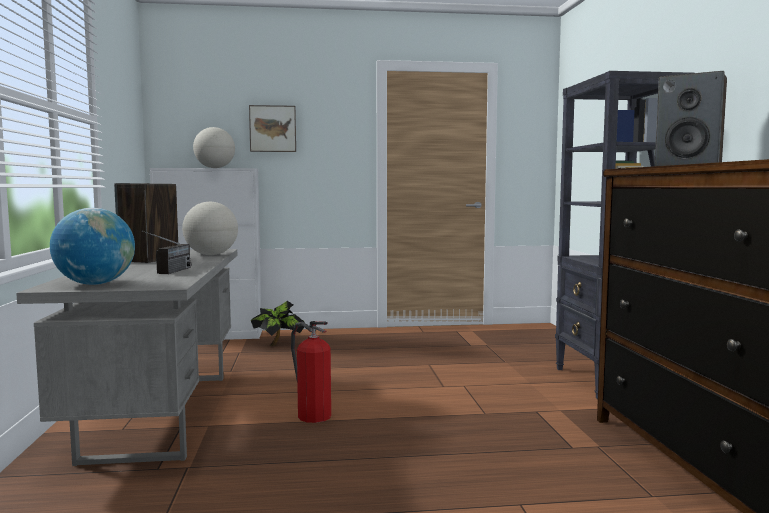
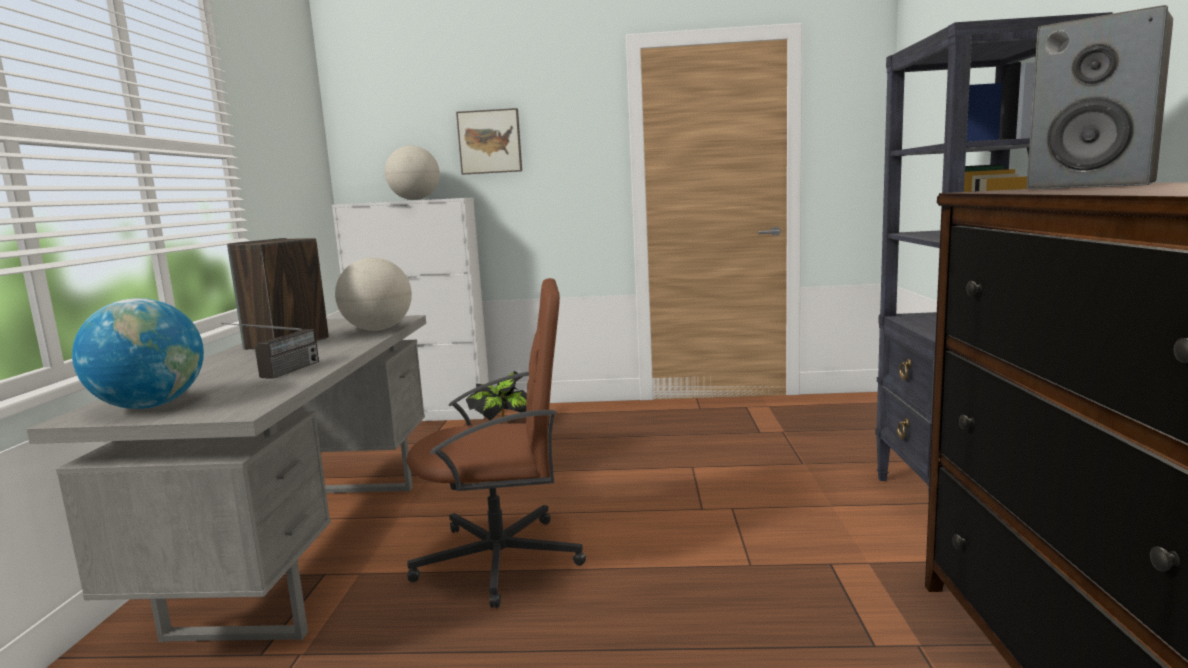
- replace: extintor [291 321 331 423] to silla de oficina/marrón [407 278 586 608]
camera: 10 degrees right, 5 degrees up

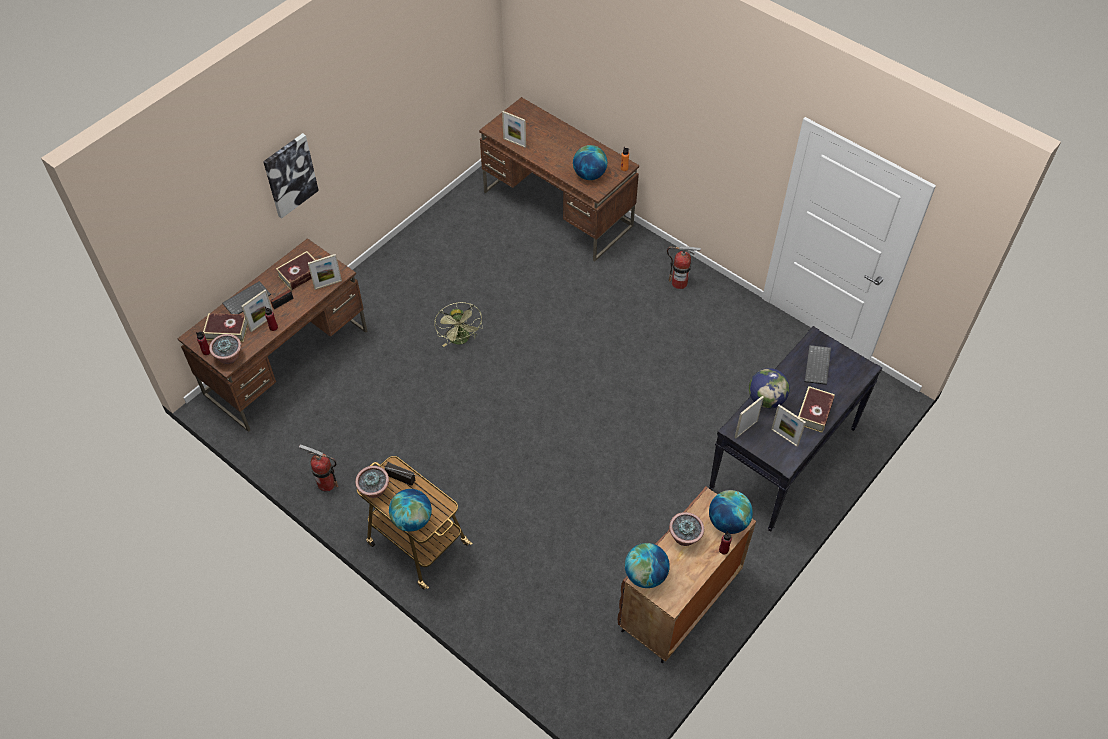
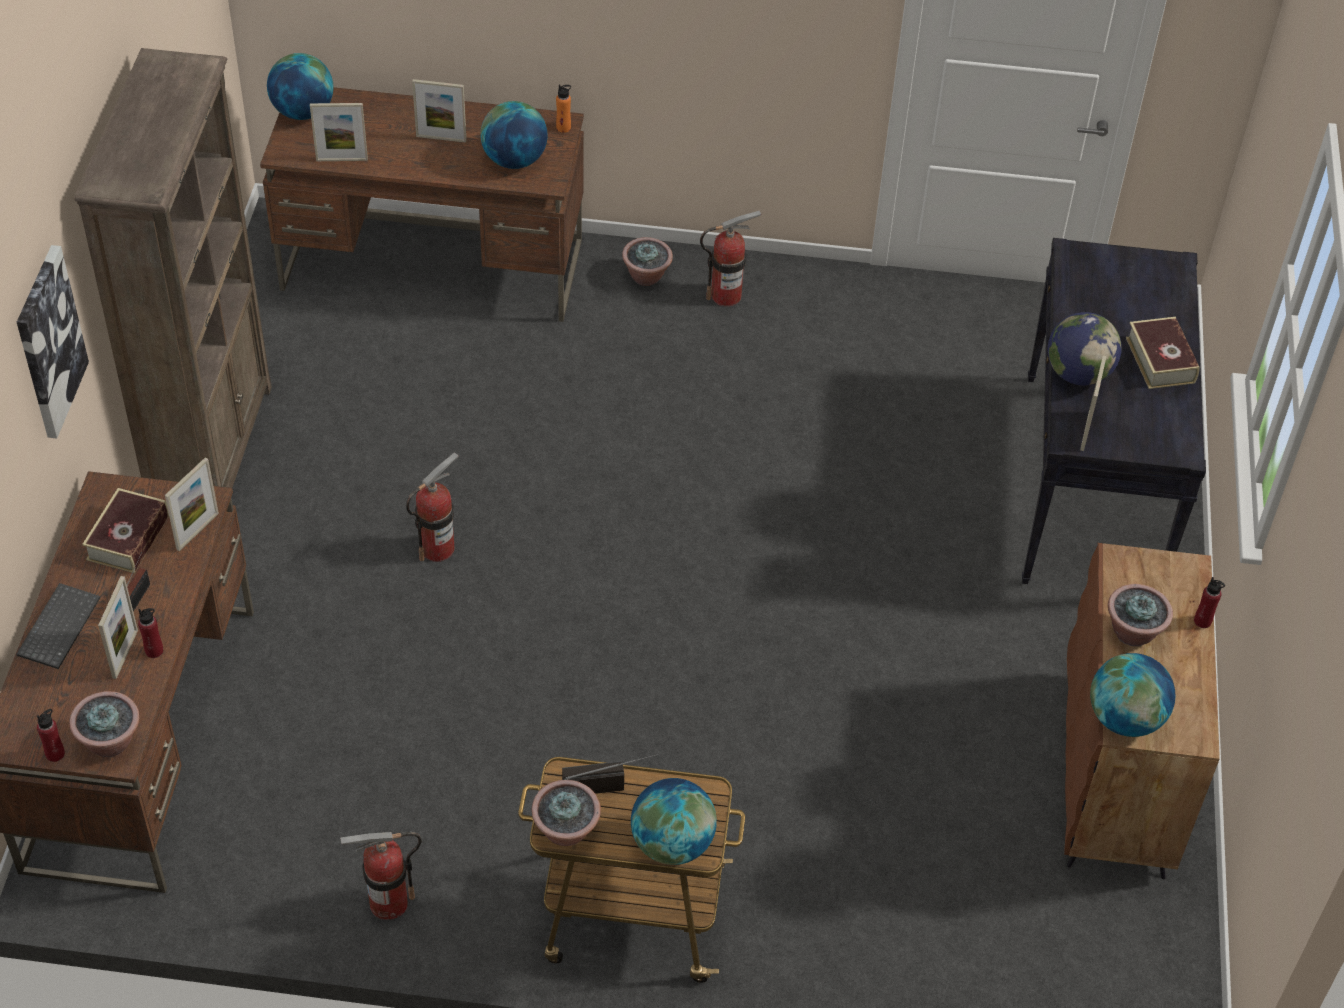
- replace: ventilador/verde [434 302 483 347] to extintor [406 452 459 562]
- delete: libro [203 313 248 342]
- delete: teclado [805 345 831 385]
- move: portarretratos [771 405 806 447] to [412 79 466 143]
- move: globo terráqueo [709 490 753 534] to [267 53 333 120]
- insert: estantería/marrón [74 48 272 488]
- insert: planta en maceta [622 237 673 286]
camera: 35 degrees left, 5 degrees down

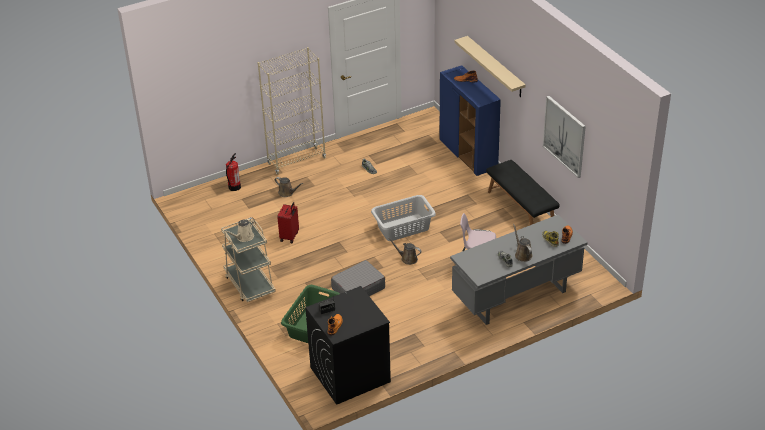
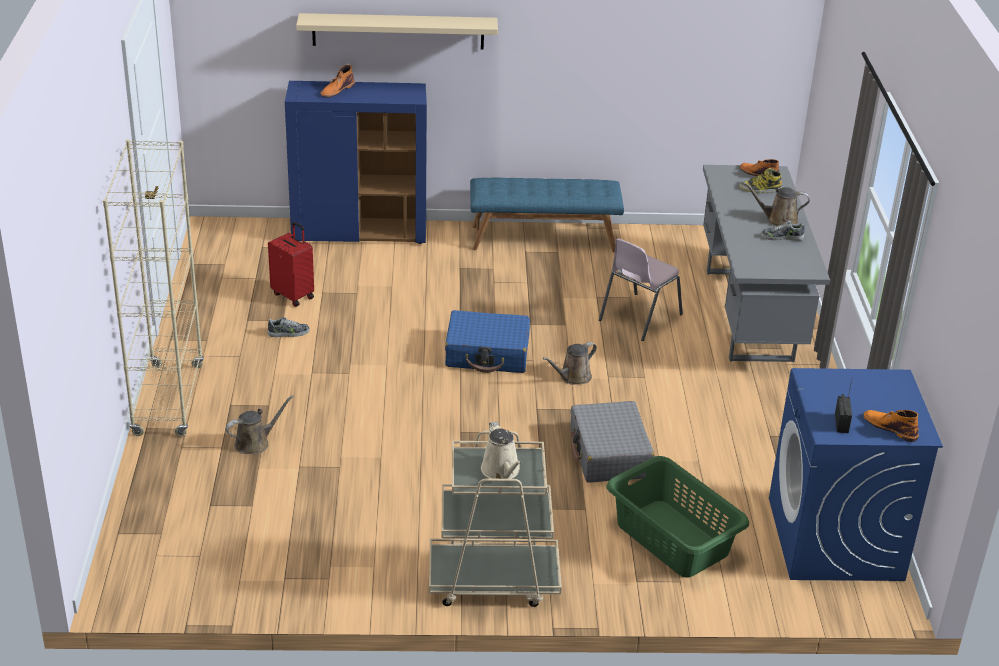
- delete: cuadro [543 96 586 178]
- delete: extintor [226 153 241 191]
- recolor: banco/negro [486 160 560 225] to banco/azul [470 178 624 253]
- replace: cesto de la ropa/gris [371 195 436 241] to maleta/azul [445 310 530 373]
- move: maleta/rojo [277 202 299 243] to [268 222 314 307]
- recolor: lavadora/negro [305 286 391 405] to lavadora/azul [769 368 943 581]
camera: 65 degrees left, 5 degrees down

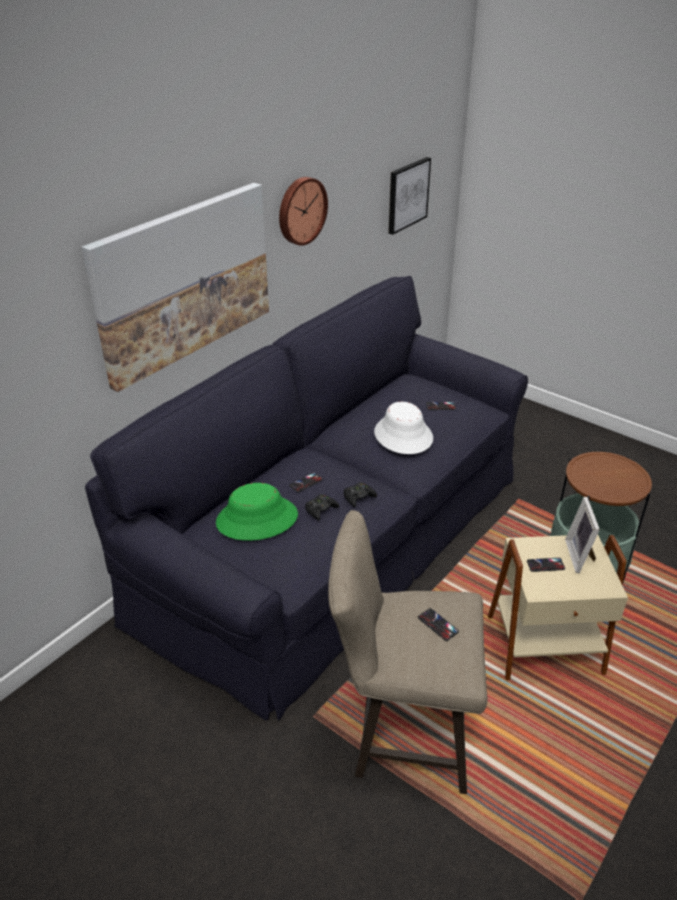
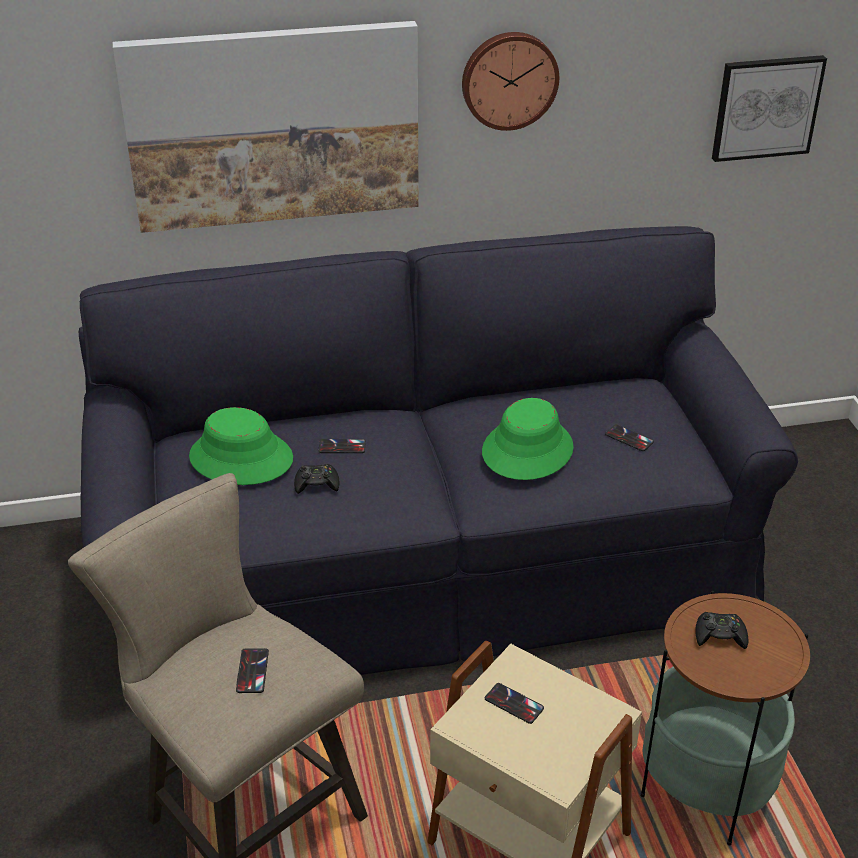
- recolor: sombrero/blanco [374 402 433 454] to sombrero/verde [482 398 574 480]
- move: mando de consola/negro [344 482 377 507] to [695 612 749 649]
- delete: portarretratos [565 497 600 573]
camera: 40 degrees right, 0 degrees up

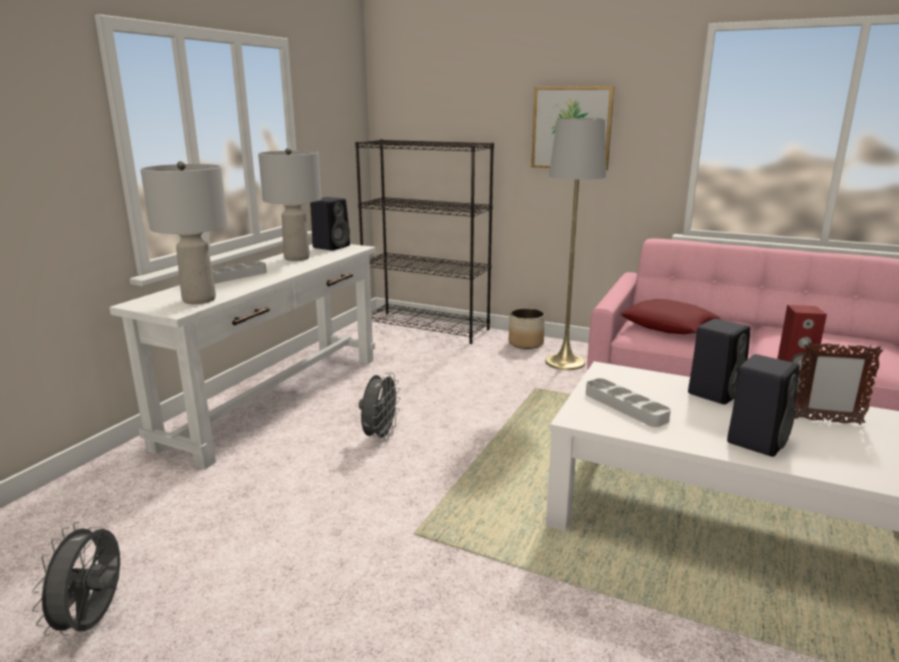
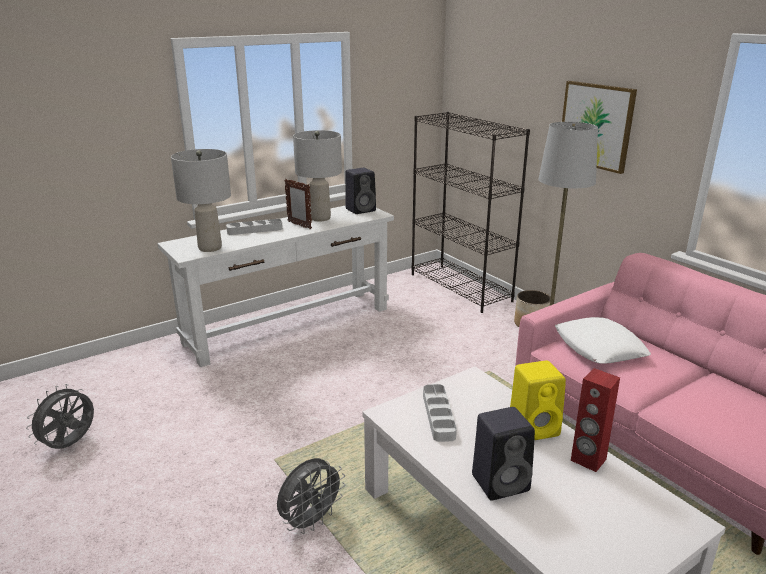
- recolor: cojín/rojo [620 299 721 334] to cojín/blanco [555 317 651 364]
- recolor: altavoz/negro [688 319 750 405] to altavoz/amarillo [510 360 566 440]
- move: portarretratos [795 342 883 425] to [284 179 312 229]
- move: ventilador/gris [359 372 401 442] to [277 458 345 534]
camera: 30 degrees right, 5 degrees up

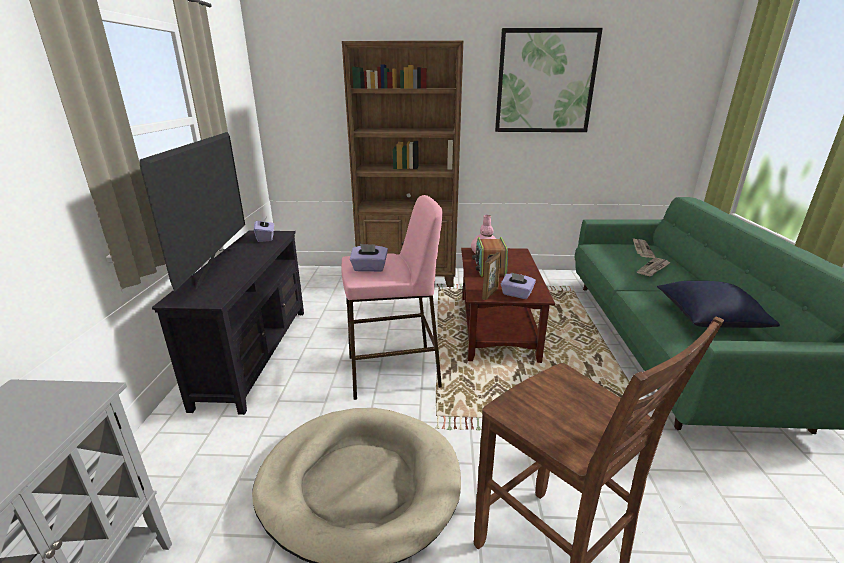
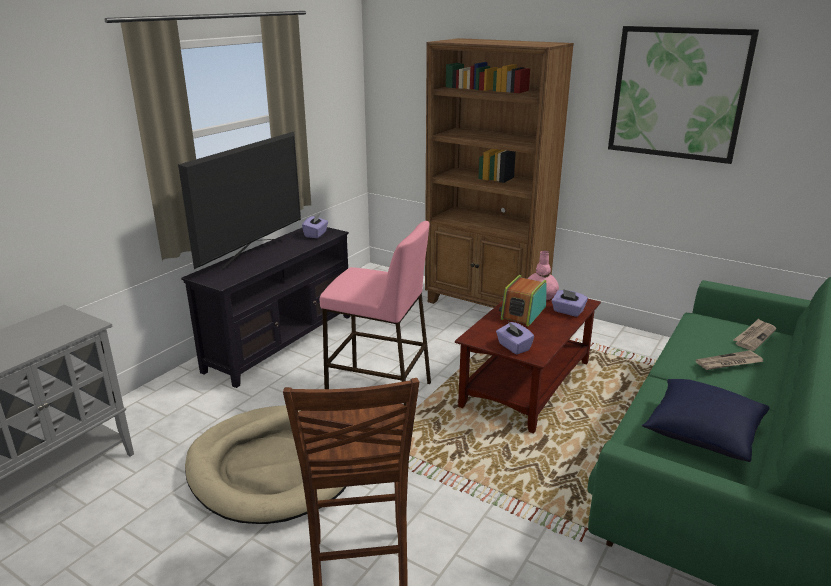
- move: caja de pañuelos/morado [350 244 388 272] to [551 289 588 317]
- delete: portarretratos [482 252 501 300]
camera: 30 degrees right, 0 degrees up

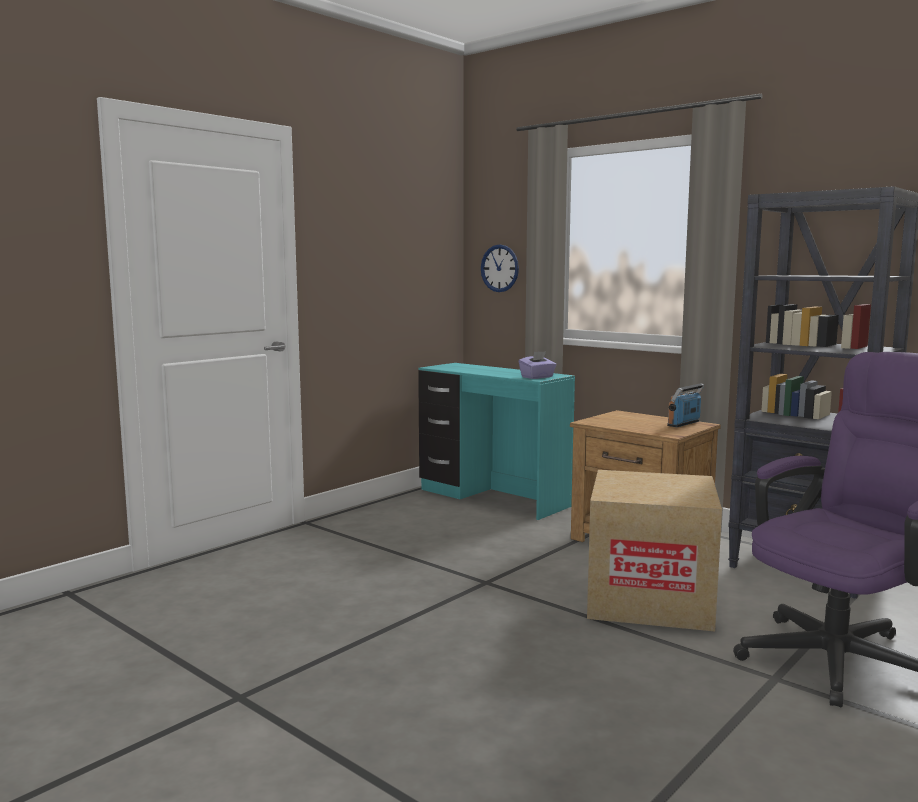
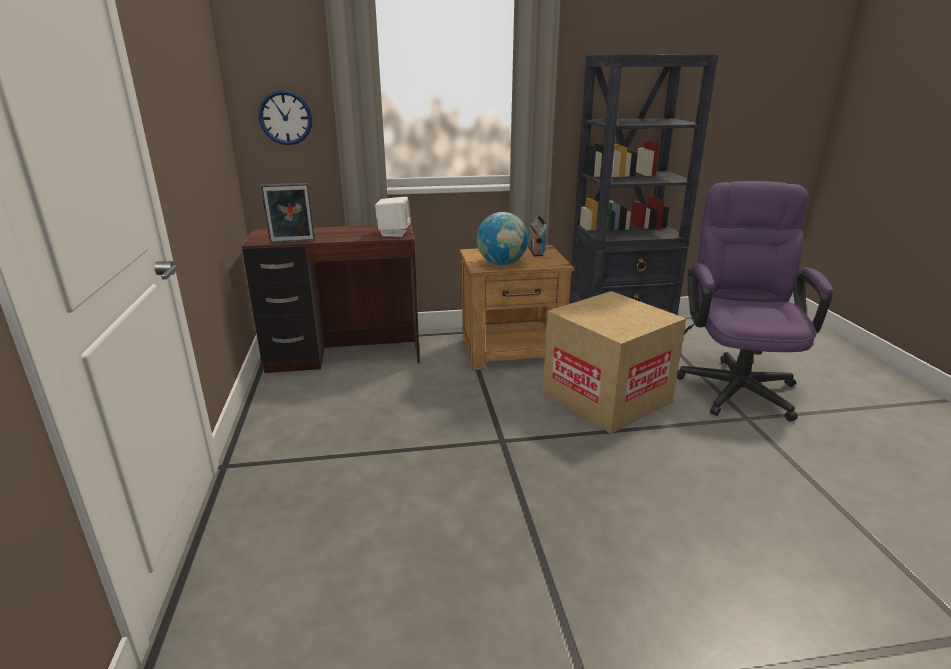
- replace: caja de pañuelos/morado [519 351 557 379] to altavoz/blanco [375 197 411 237]
- recolor: escritorio/turquesa [418 363 575 520] to escritorio/marrón [242 224 420 373]
- insert: portarretratos [260 183 315 244]
- insert: globo terráqueo [476 212 529 265]
camera: 50 degrees left, 15 degrees up

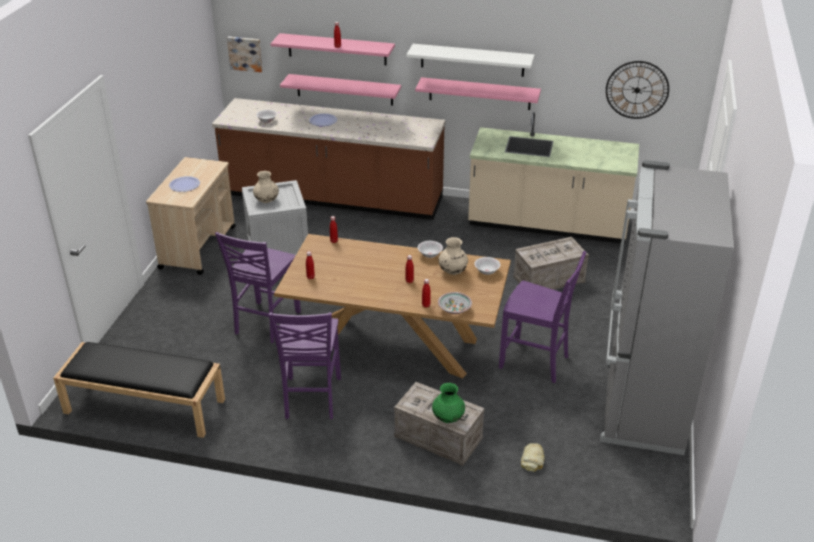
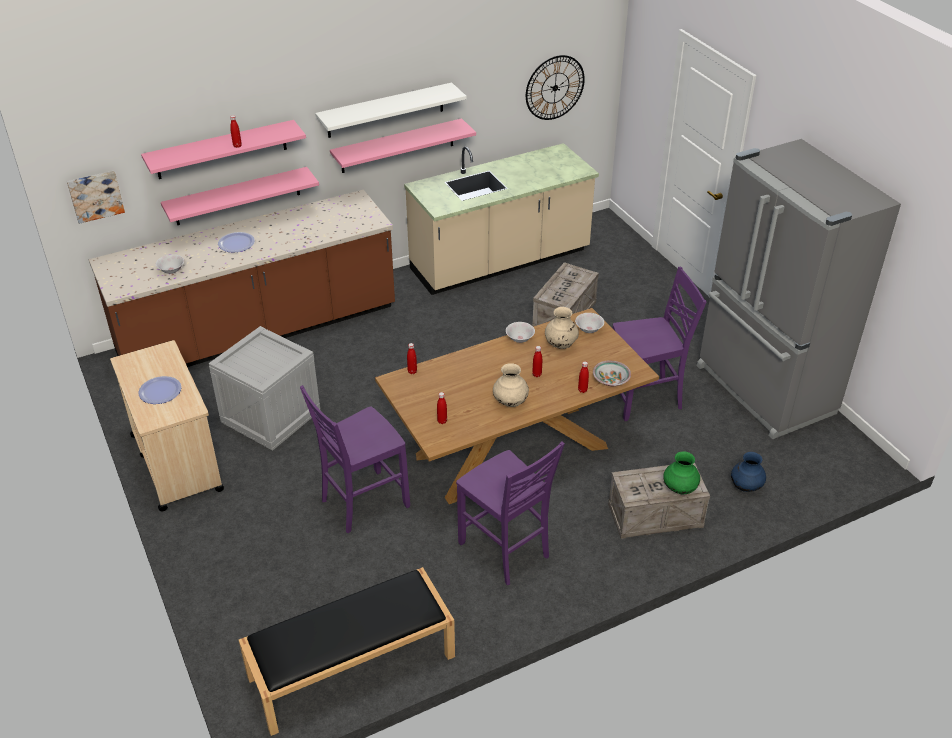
- move: florero/beis [253 171 279 203] to [493 363 529 407]
- rotate: silla/morado [215 232 301 343] = [300 385 410 533] 75 degrees clockwise
- replace: pan [521 443 545 472] to florero/azul [731 452 766 492]
camera: 40 degrees left, 5 degrees up

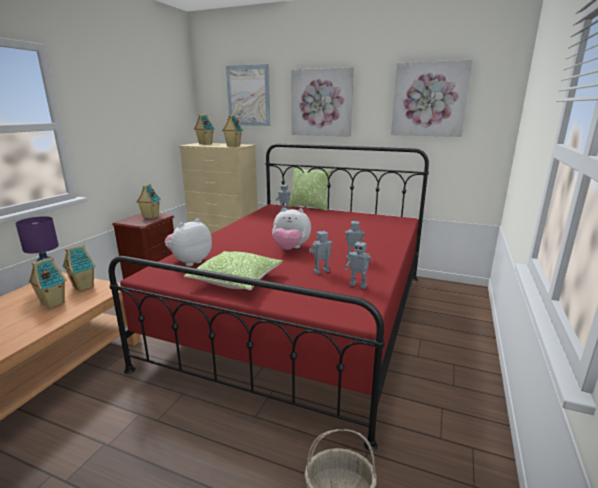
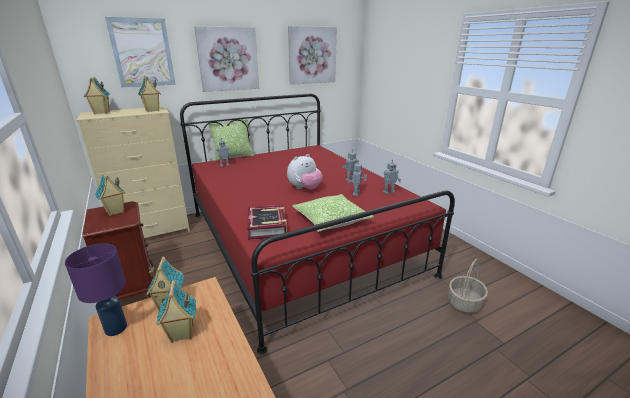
- replace: peluche [165 218 212 266] to libro [247 205 287 240]
camera: 50 degrees left, 5 degrees up

